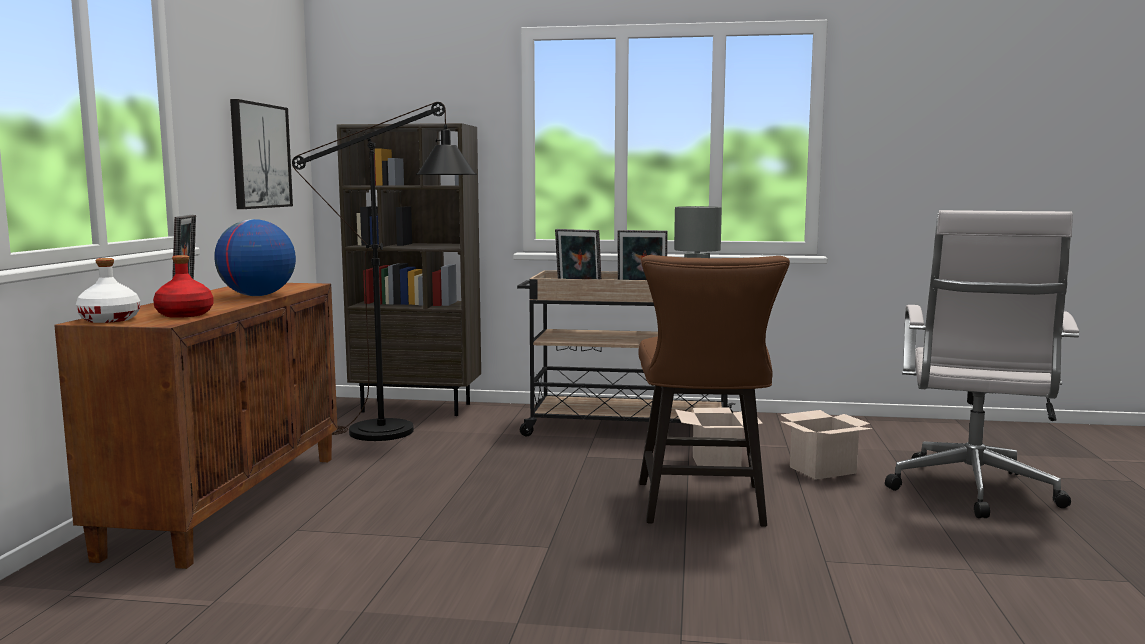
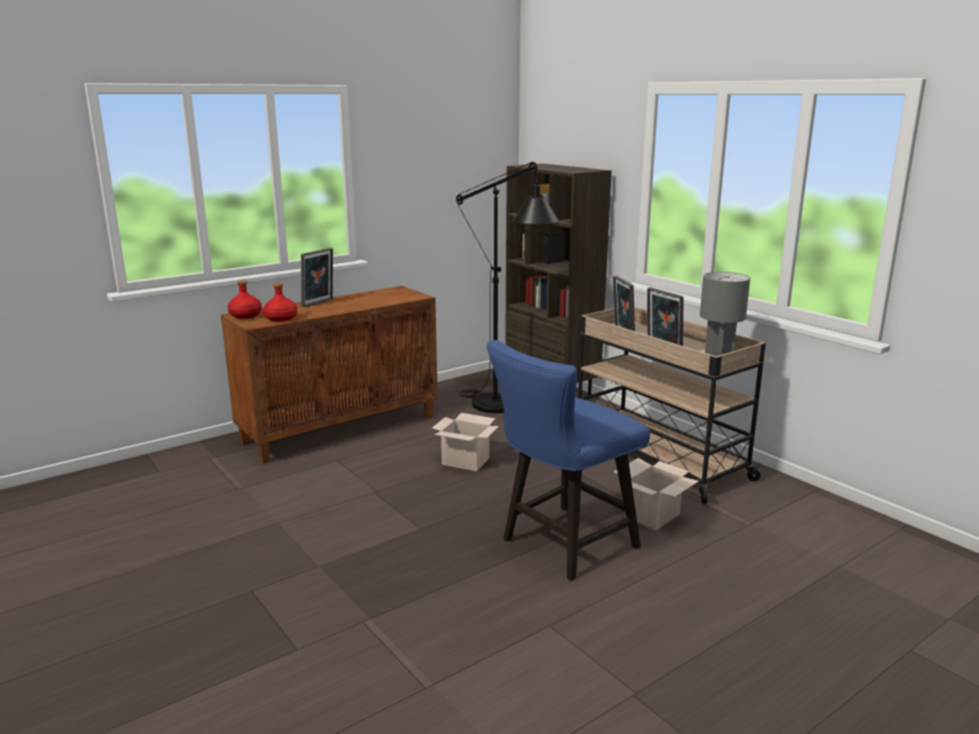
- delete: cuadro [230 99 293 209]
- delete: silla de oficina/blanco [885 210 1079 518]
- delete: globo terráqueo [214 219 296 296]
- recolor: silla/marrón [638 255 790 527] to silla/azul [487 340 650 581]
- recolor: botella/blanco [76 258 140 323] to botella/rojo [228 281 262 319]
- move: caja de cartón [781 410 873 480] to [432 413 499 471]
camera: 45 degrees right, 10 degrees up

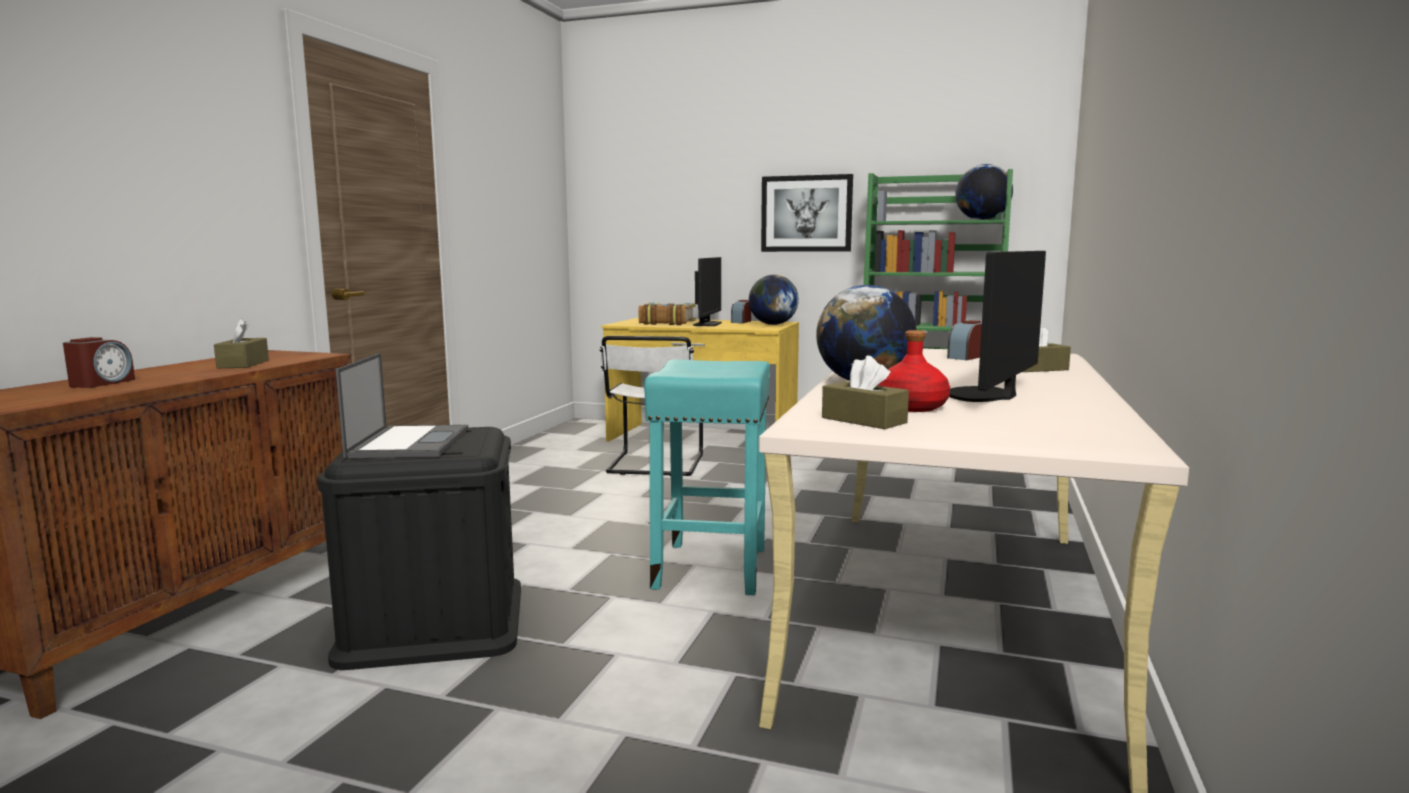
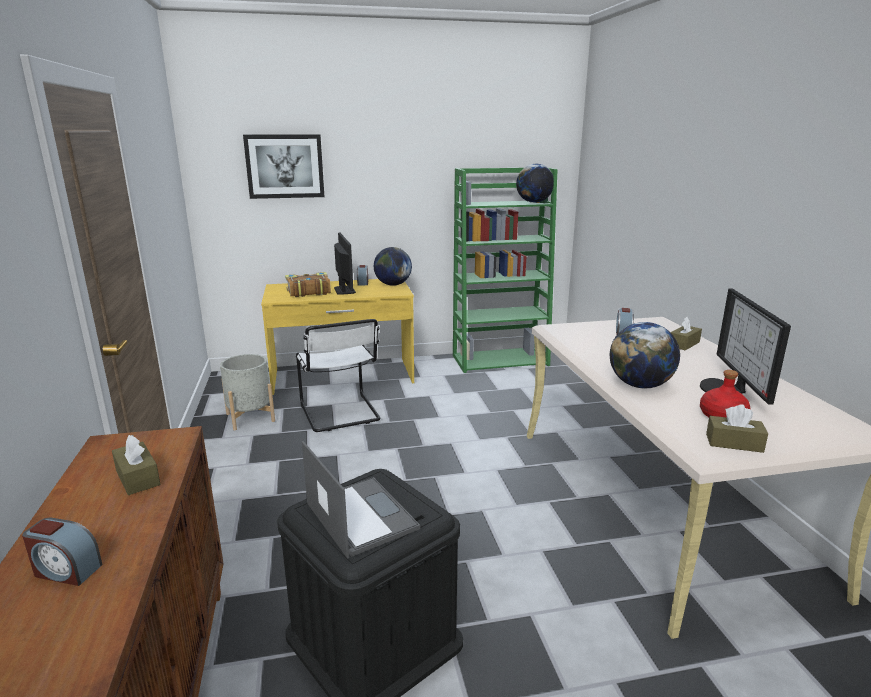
- move: cuadro [761 174 853 252] to [243 134 324 199]
- rotate: despertador [63 337 135 388] = [22 517 102 586] 120 degrees clockwise
- delete: taburete/turquesa [644 360 770 595]
- insert: maceta/gris [220 354 275 430]
camera: 30 degrees left, 10 degrees up

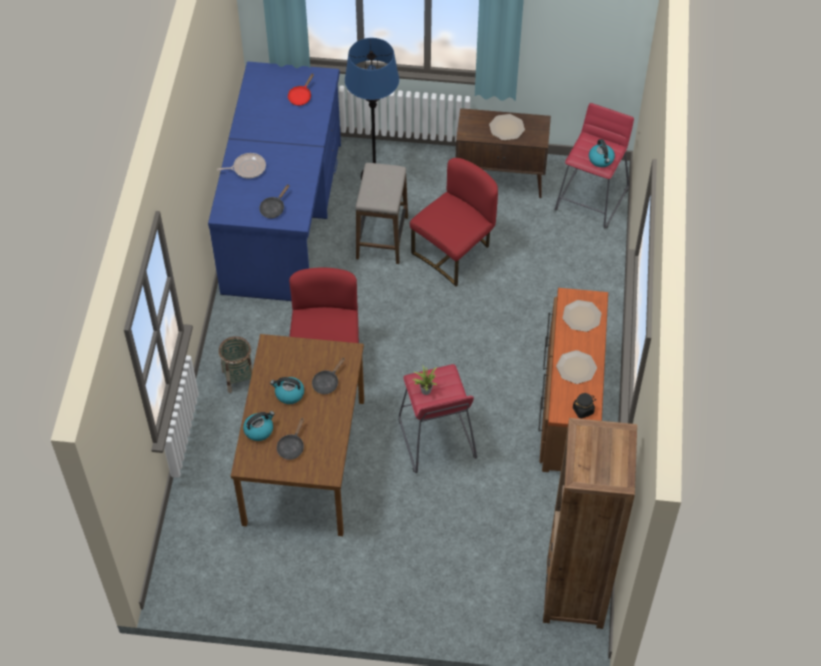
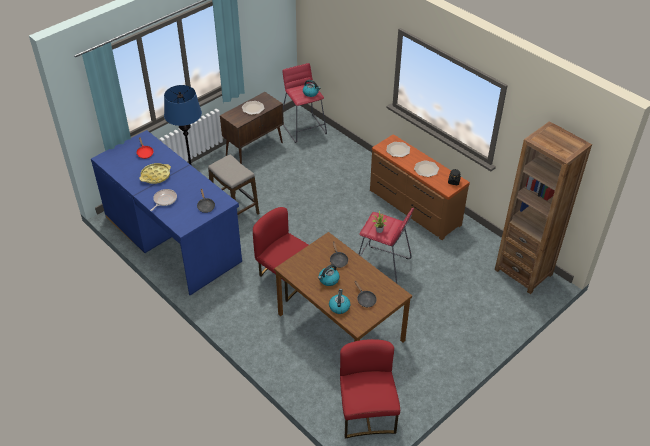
- move: silla/rojo [410 158 498 286] to [340 339 400 438]
- delete: cesta [219 336 253 393]
- insert: bandeja/amarillo [139 163 171 184]
camera: 50 degrees left, 10 degrees down

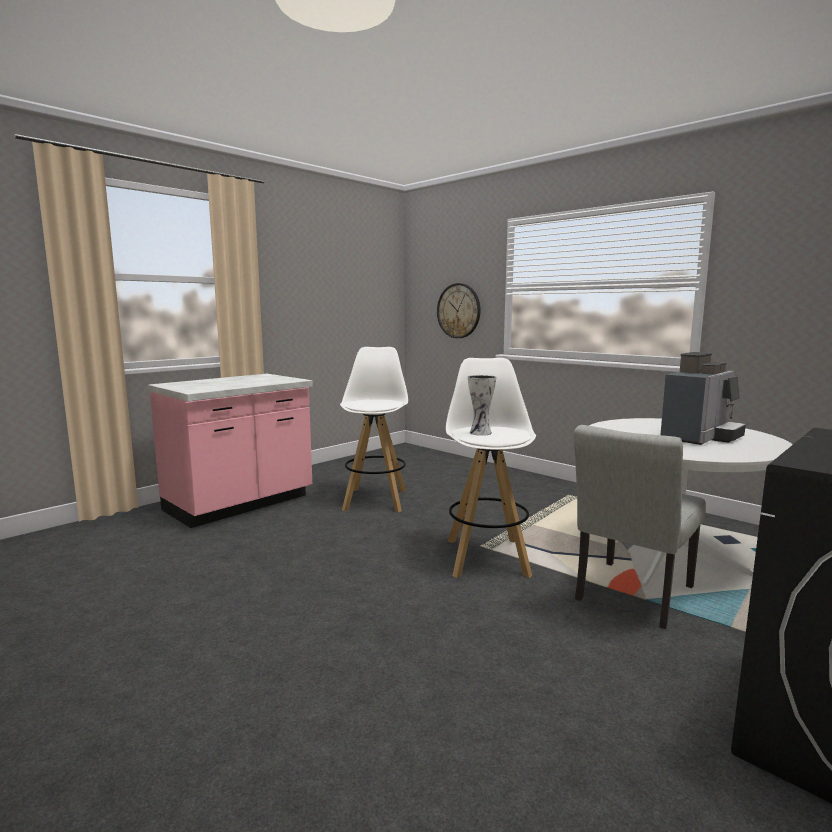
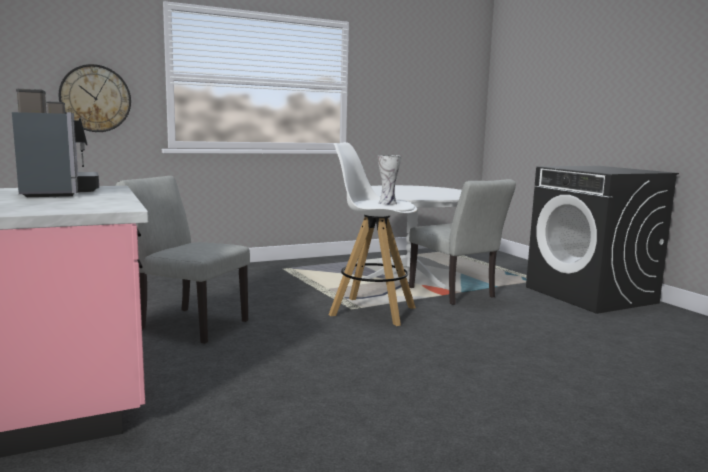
- replace: taburete/blanco [340 347 408 512] to silla/gris [116 176 250 344]
- move: cafetera [660 352 746 445] to [12 89 99 197]
camera: 70 degrees left, 0 degrees up

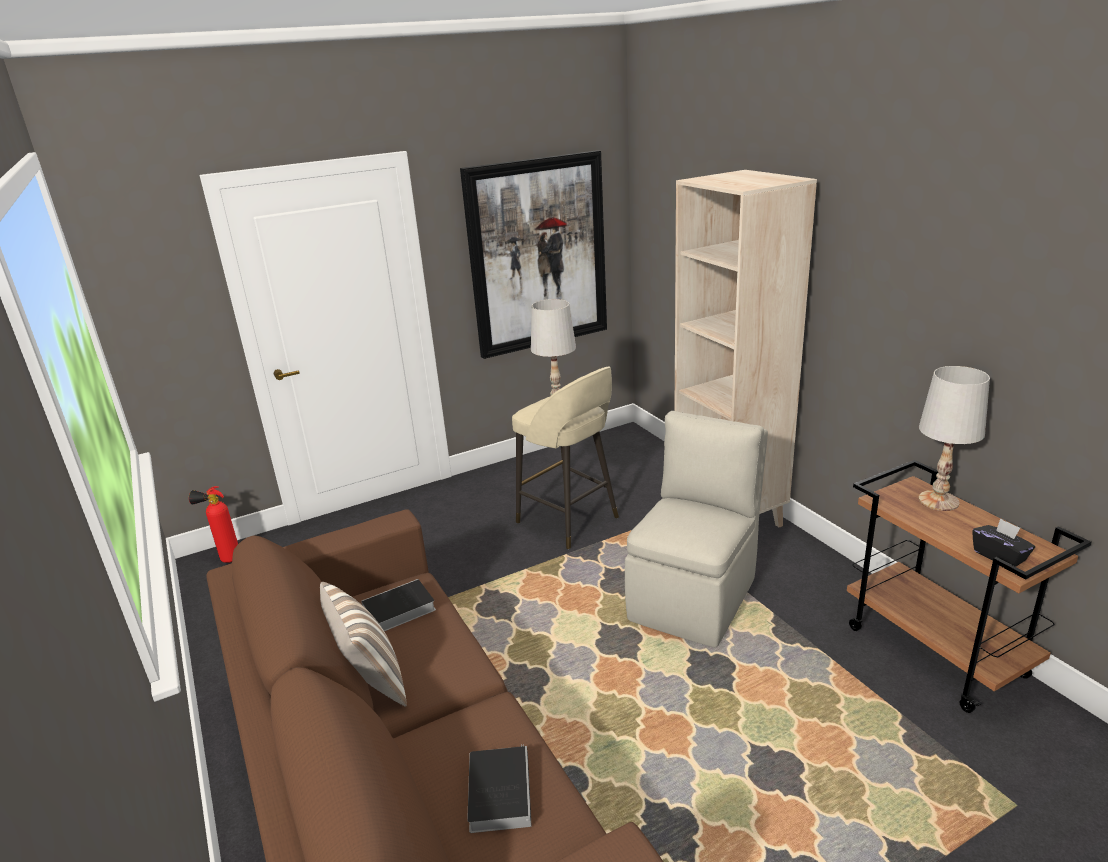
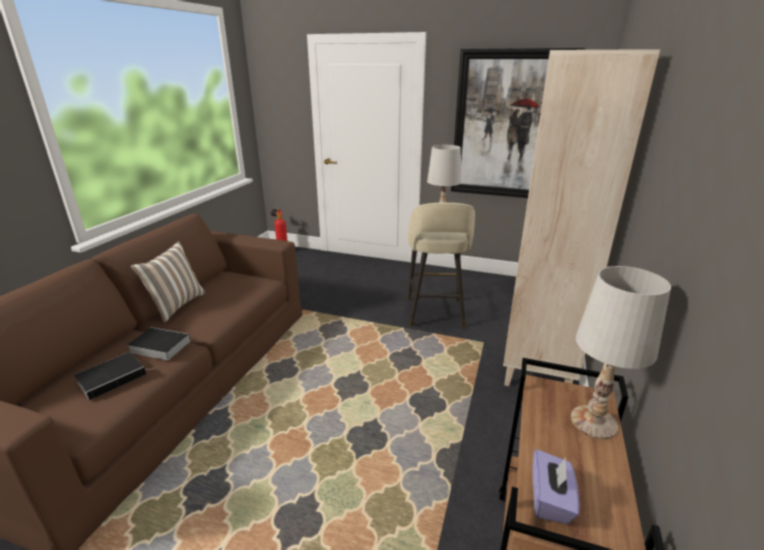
- delete: silla/beis [625 411 768 647]
- recolor: caja de pañuelos/negro [972 518 1035 567] to caja de pañuelos/morado [532 449 580 524]
- move: libro [361 579 436 631] to [127 327 191 360]
camera: 45 degrees right, 0 degrees up

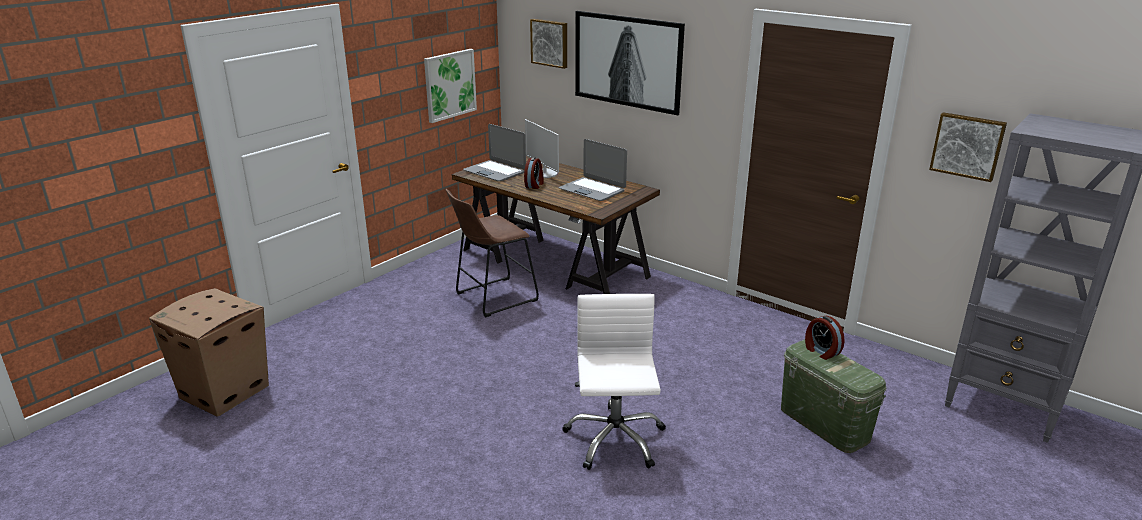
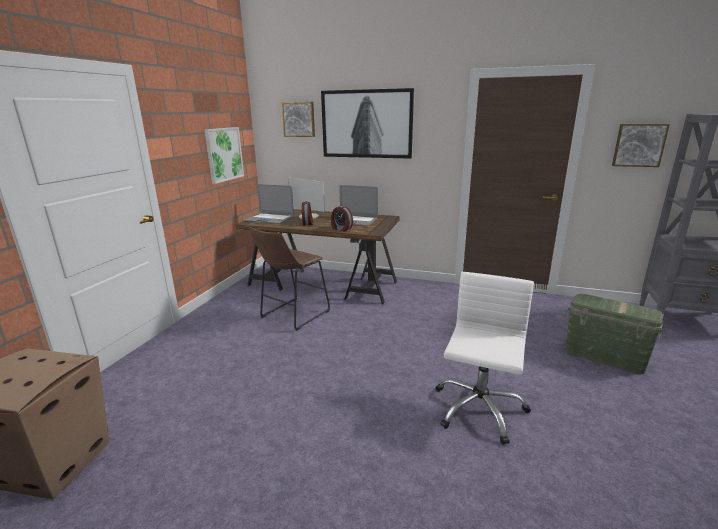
- rotate: silla de oficina/blanco [562 294 666 470] = [435 272 534 445] 45 degrees clockwise
- move: despertador [805 316 845 360] to [331 206 353 231]
camera: 20 degrees left, 5 degrees down

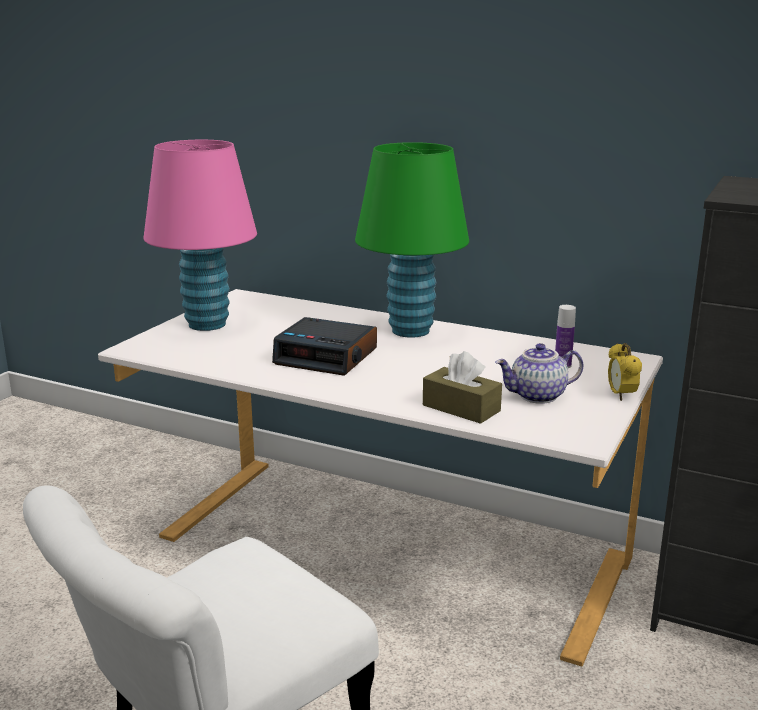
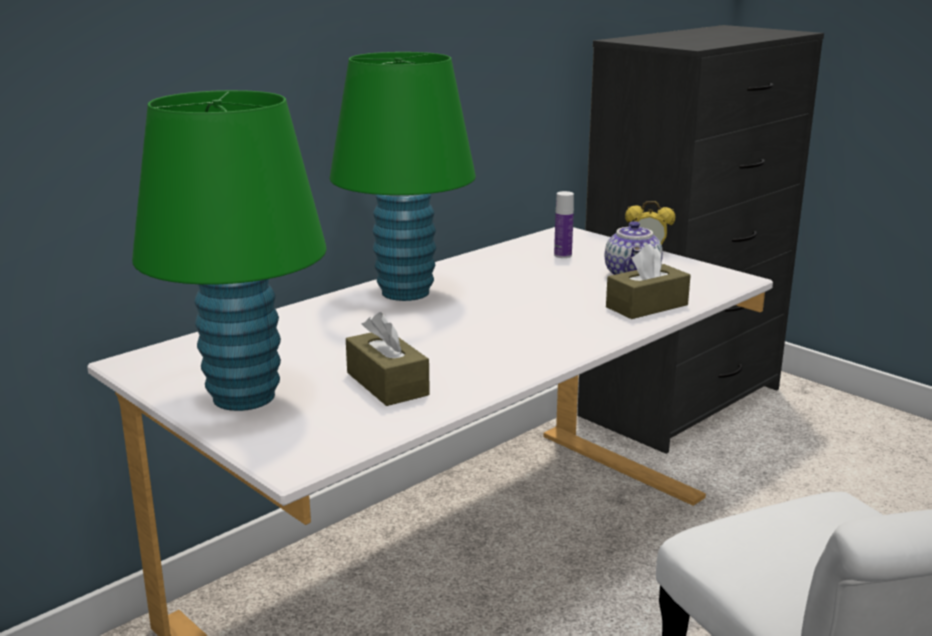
- recolor: lámpara de mesa/rosa [143 140 257 331] to lámpara de mesa/verde [132 90 327 411]
- delete: despertador [272 317 377 376]
- insert: caja de pañuelos/marrón [346 312 430 406]
camera: 70 degrees left, 0 degrees up

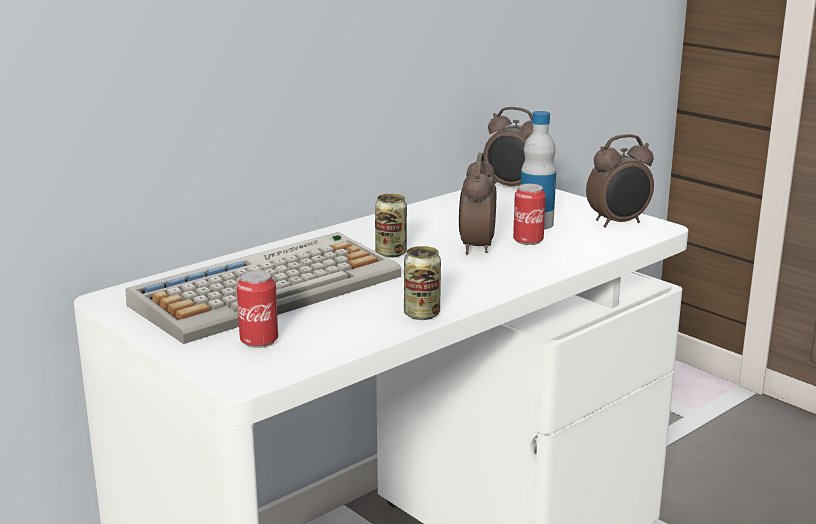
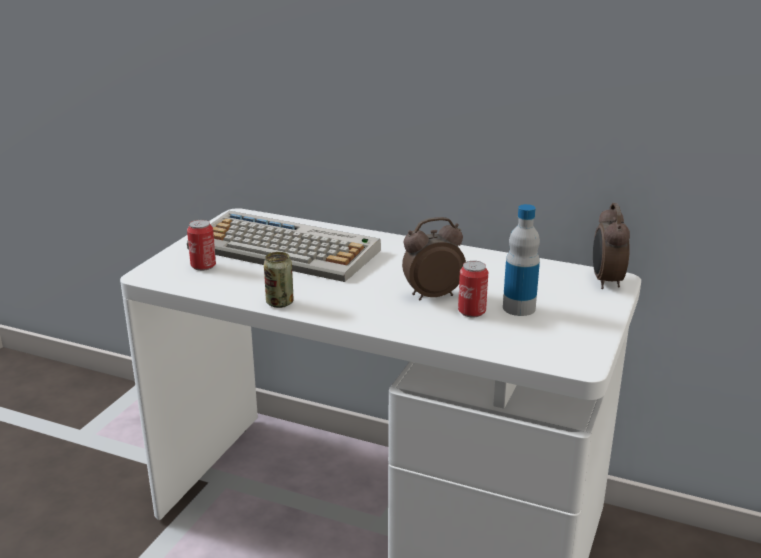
- delete: despertador [586 134 654 228]
- delete: lata [375 194 407 258]
camera: 65 degrees right, 5 degrees up

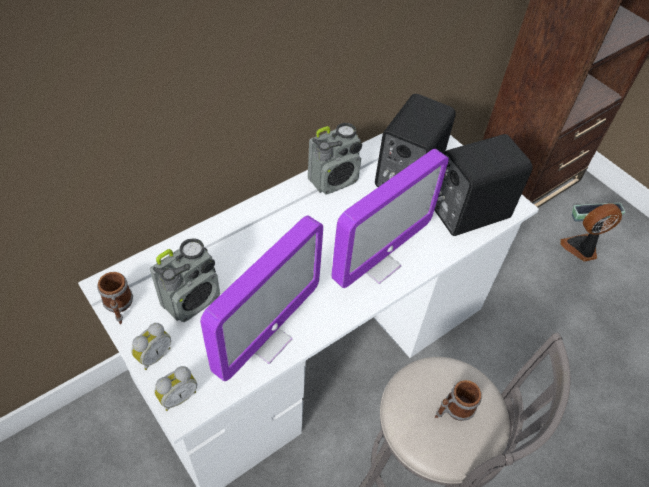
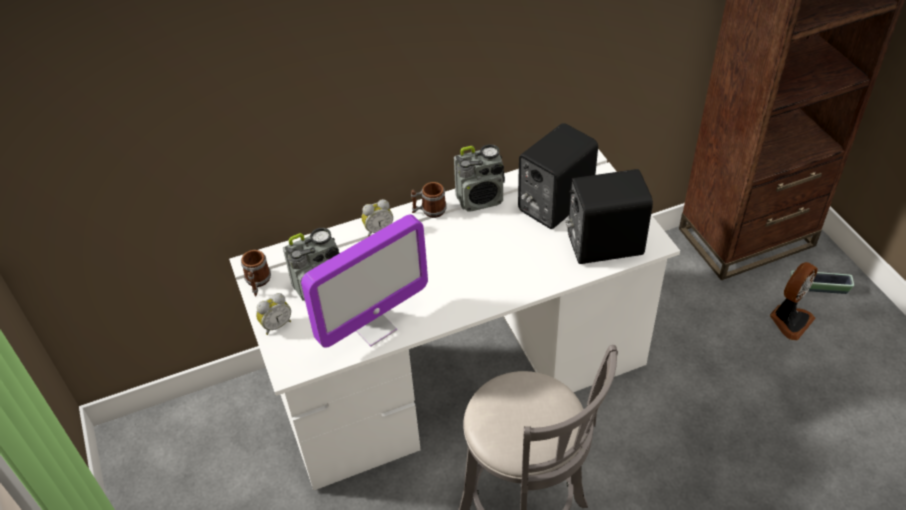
- delete: monitor [331 149 449 288]
- rotate: ventilador [560 204 622 262] = [770 262 818 341] 135 degrees clockwise
- move: despertador [154 366 197 411] to [361 199 393 237]
- move: taza grande [435 380 482 421] to [411 182 447 218]
camera: 20 degrees right, 5 degrees down

